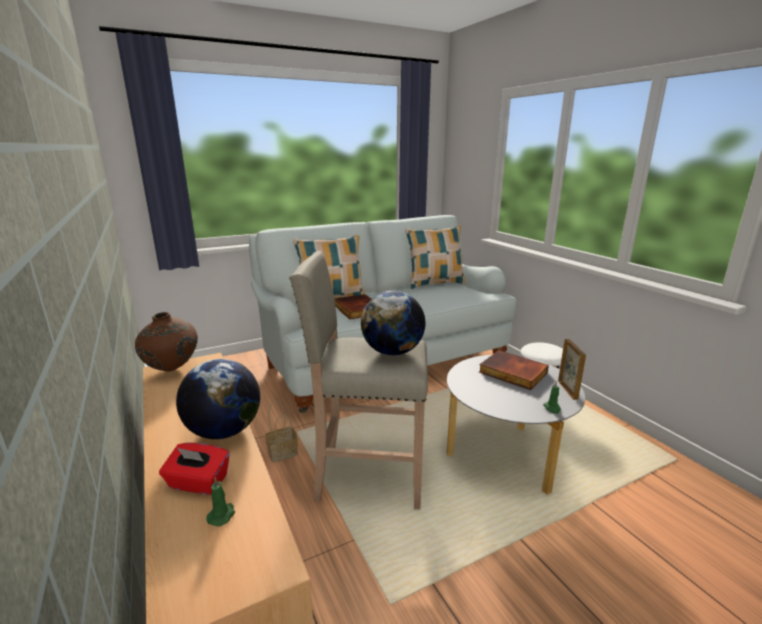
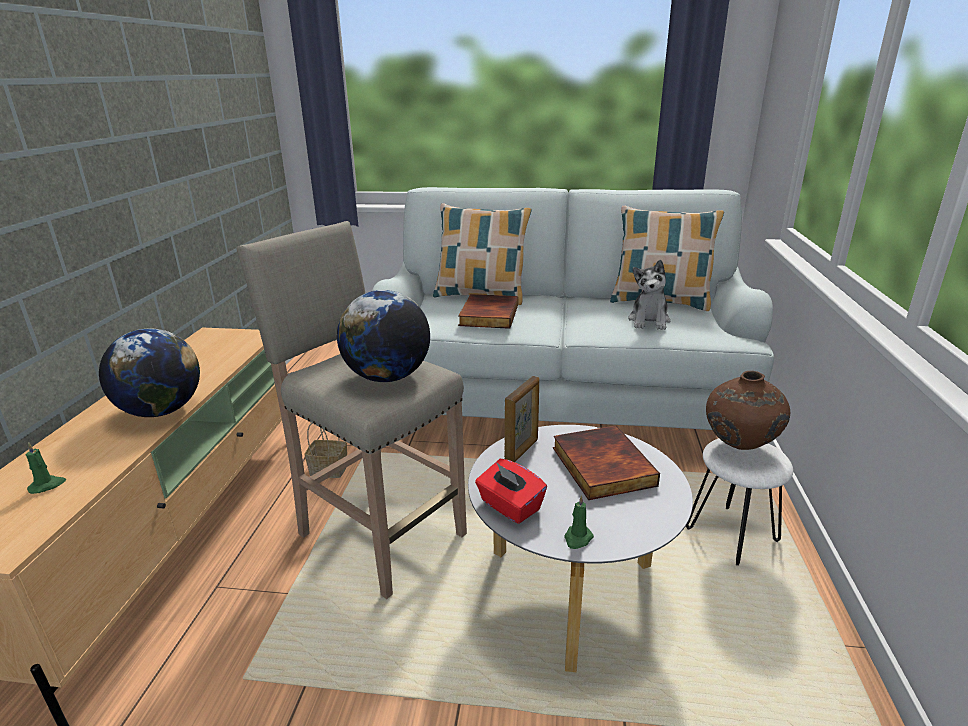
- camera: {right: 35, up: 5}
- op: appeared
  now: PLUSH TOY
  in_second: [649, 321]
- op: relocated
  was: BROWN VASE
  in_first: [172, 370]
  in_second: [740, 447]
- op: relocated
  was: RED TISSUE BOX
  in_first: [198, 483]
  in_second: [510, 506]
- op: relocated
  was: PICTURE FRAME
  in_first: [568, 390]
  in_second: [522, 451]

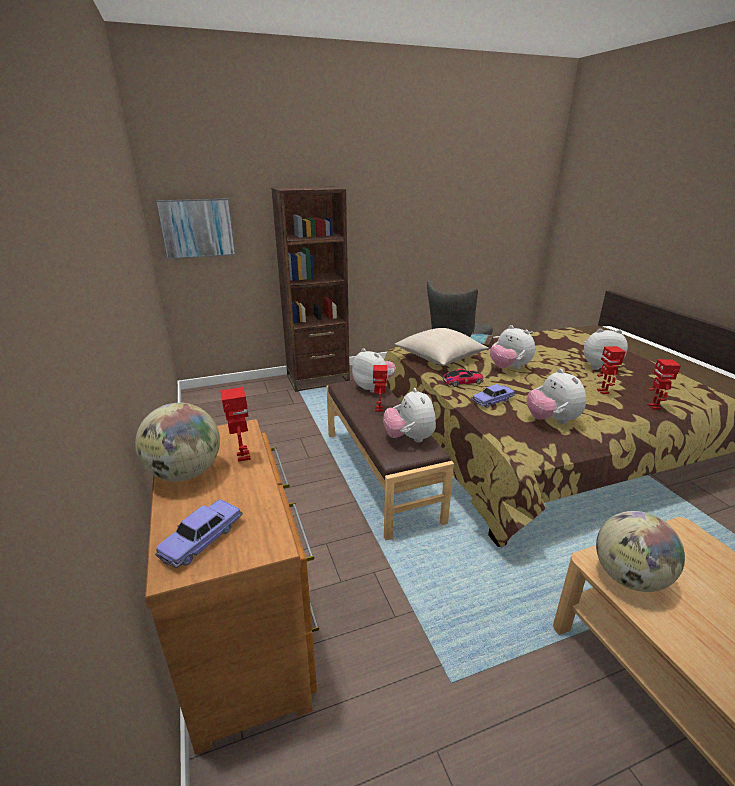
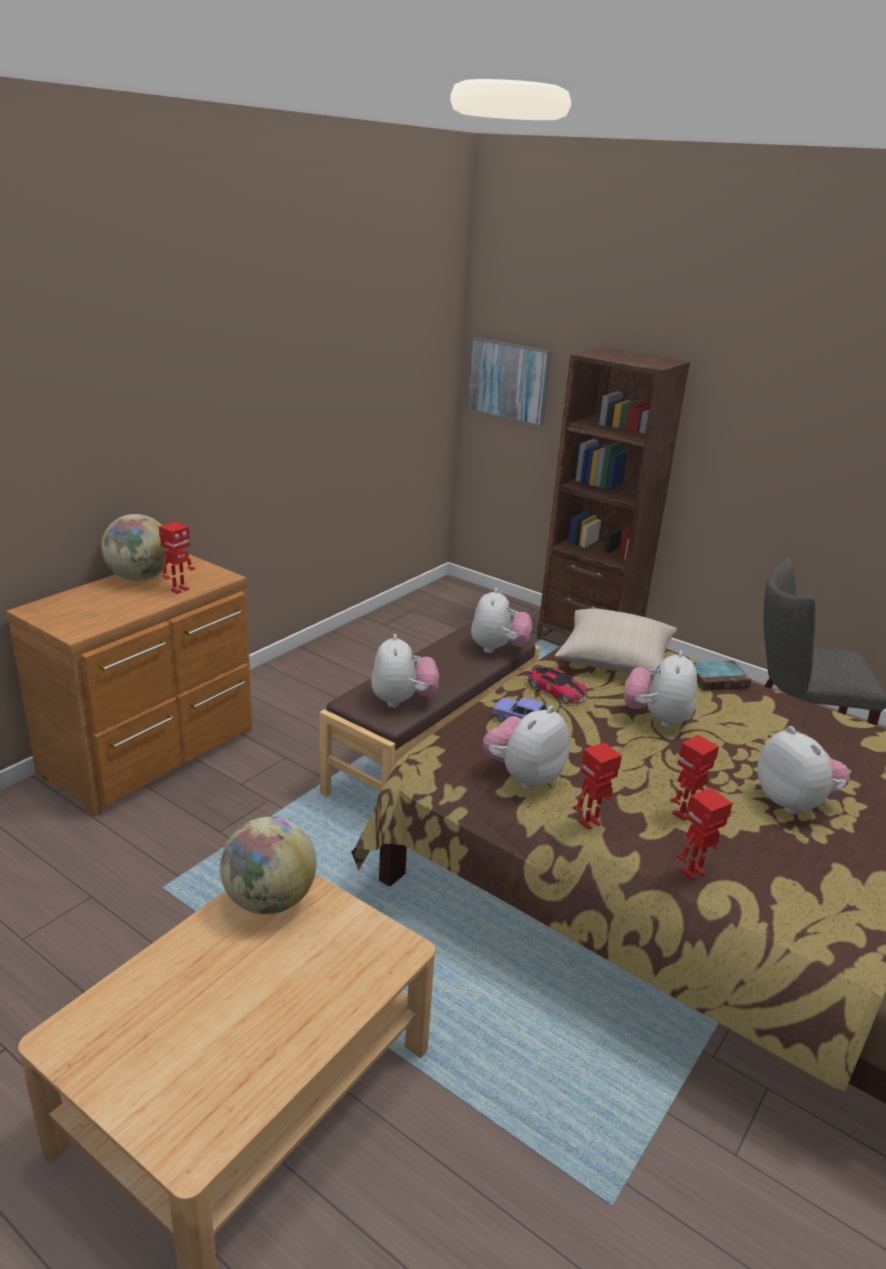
- camera: {right: 55, up: 0}
- op: missing
  was: TOY CAR
  in_first: [202, 539]
- op: relocated
  was: TOY ROBOT
  in_first: [379, 409]
  in_second: [590, 823]
- op: spun
  was: PLUSH TOY
  in_first: [409, 438]
  in_second: [402, 701]
  clockwise: 135

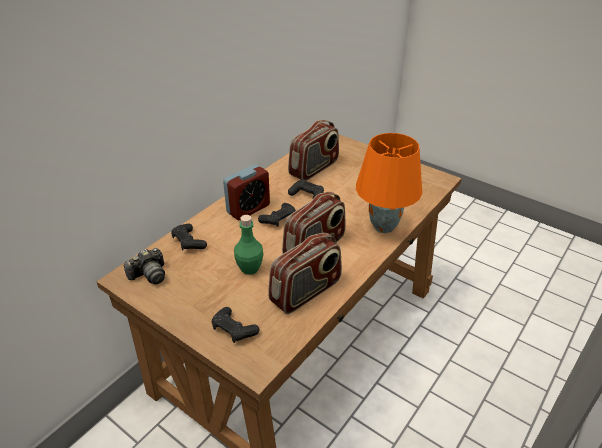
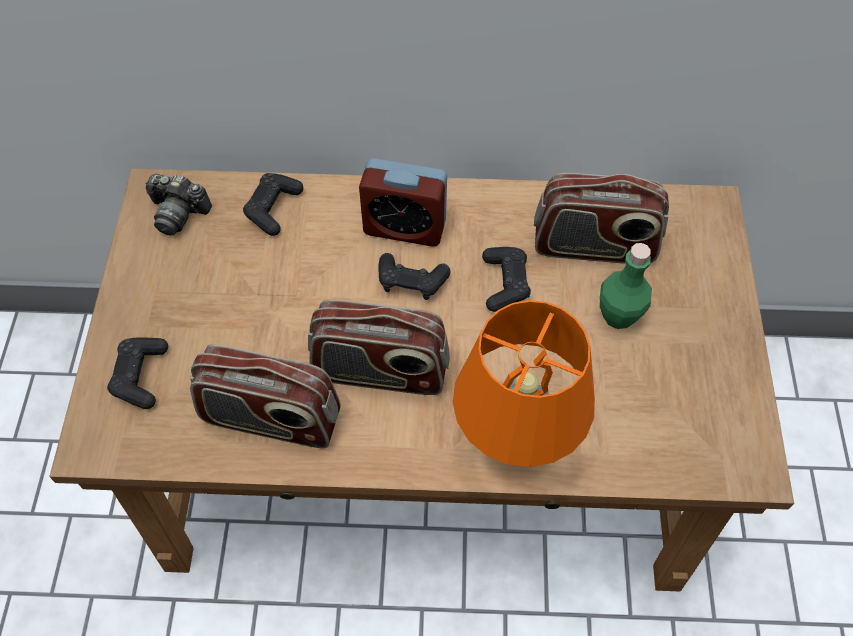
- camera: {right: 55, up: 20}
- op: relocated
  was: GREEN BOTTLE
  in_first: [250, 268]
  in_second: [618, 316]

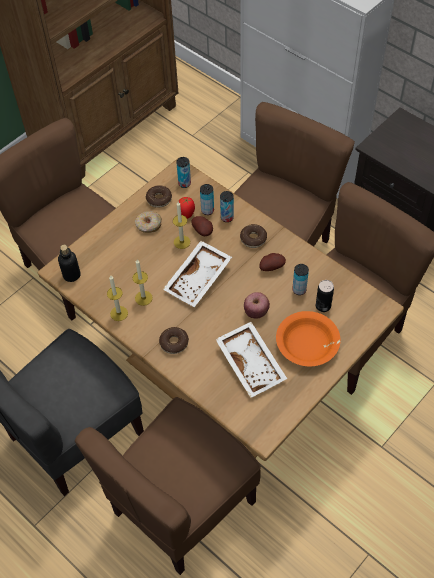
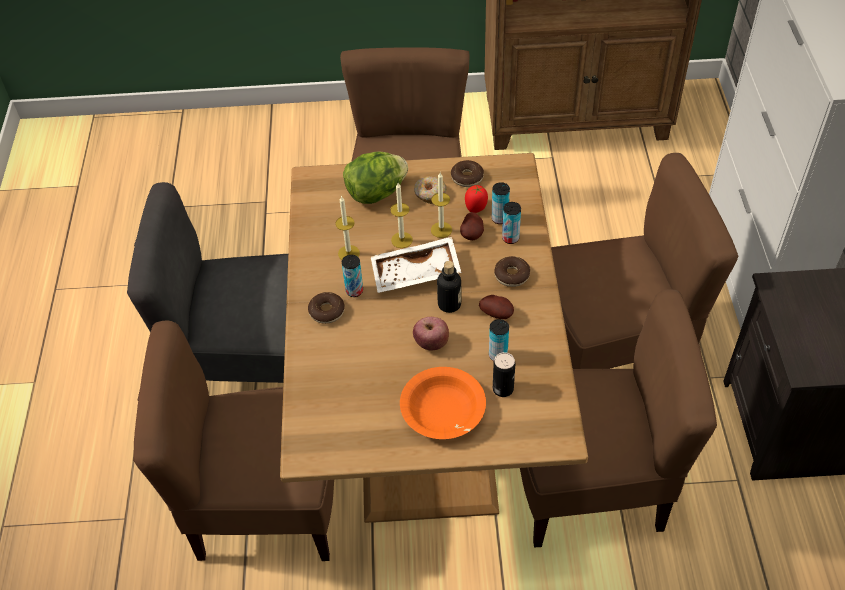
- camera: {right: 45, up: -5}
- op: missing
  was: WHITE TRAY
  in_first: [252, 363]
- op: appeared
  now: LETTUCE
  in_second: [376, 193]
- op: relocated
  was: BOTTLE
  in_first: [71, 275]
  in_second: [449, 304]
- op: relocated
  was: CANDLE
  in_first: [119, 313]
  in_second: [402, 240]
- op: relocated
  was: CAN
  in_first: [184, 183]
  in_second: [354, 291]

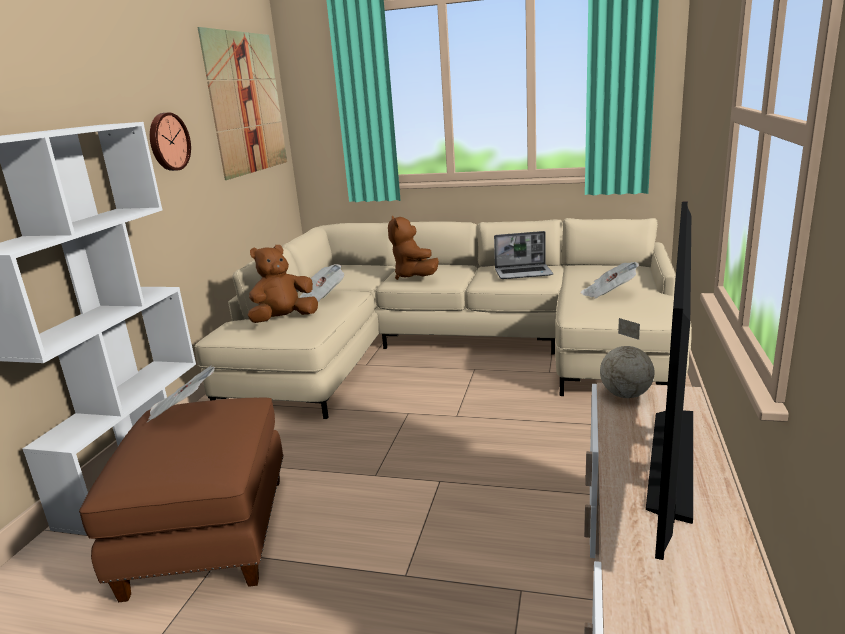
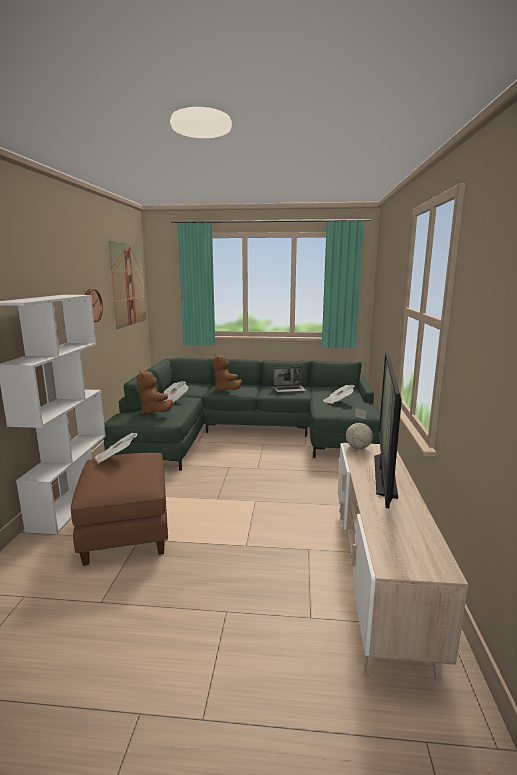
- camera: {right: -10, up: -5}
- op: colour
  was: BEIGE SOFA
  now: GREEN SOFA
  in_first: [451, 347]
  in_second: [246, 432]
- op: spun
  was: BROWN PLUSH TOY
  in_first: [284, 319]
  in_second: [154, 412]
  clockwise: -75

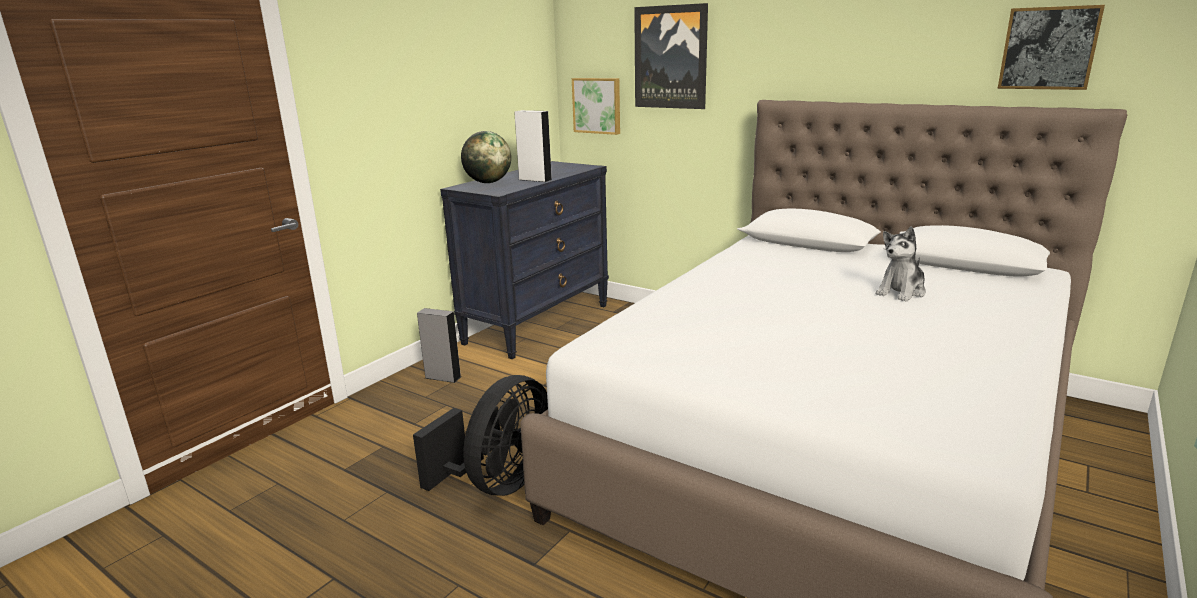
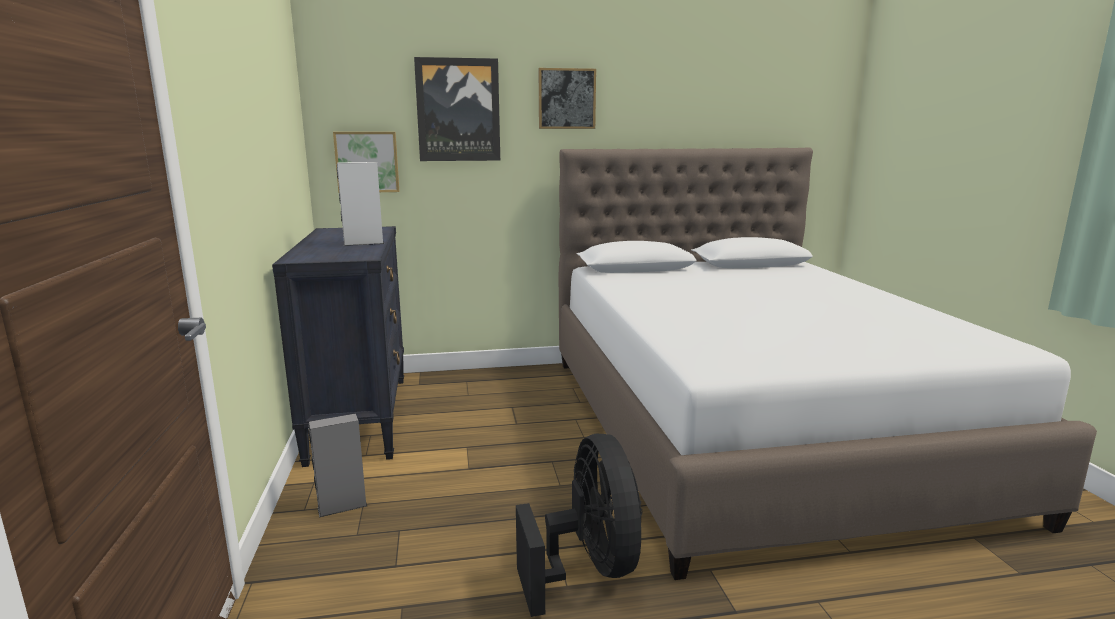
- camera: {right: -45, up: -5}
- op: missing
  was: GLOBE
  in_first: [488, 182]
- op: missing
  was: PLUSH TOY
  in_first: [901, 292]
- op: relocated
  was: PICTURE
  in_first: [1048, 48]
  in_second: [566, 98]

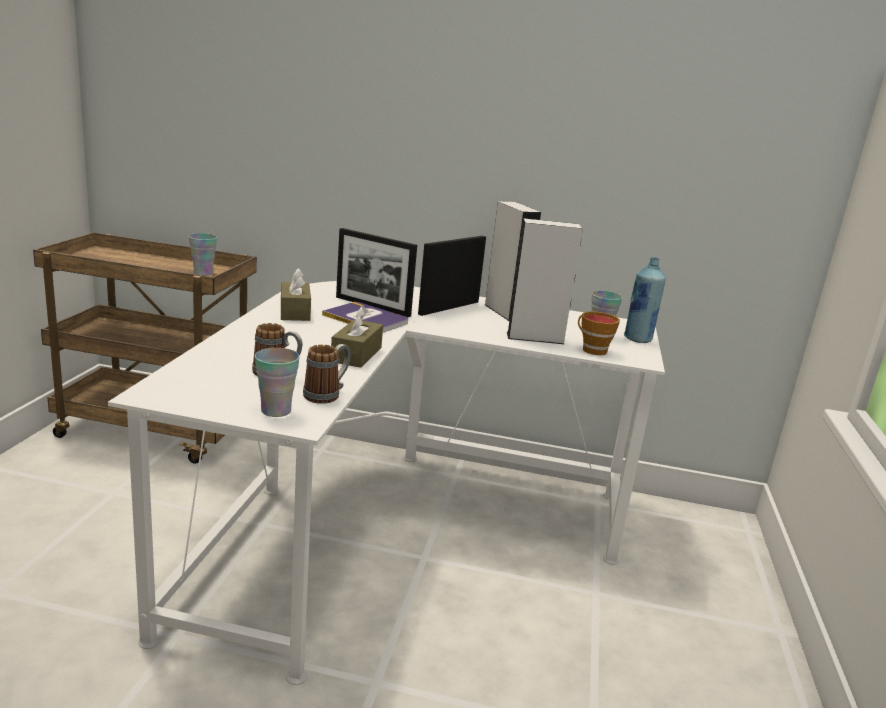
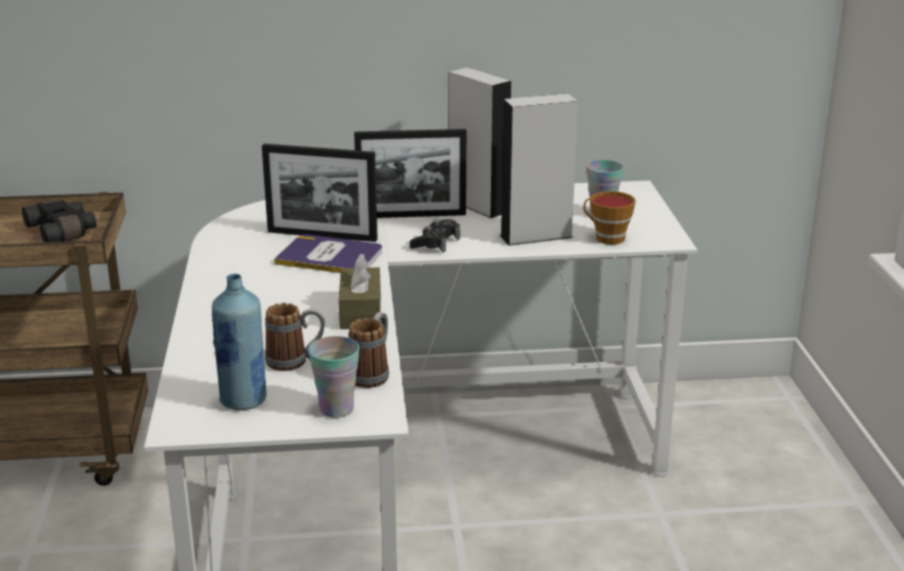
- camera: {right: -15, up: 5}
- op: missing
  was: BROWN TISSUE BOX
  in_first: [295, 312]
- op: appeared
  now: BLACK GAME CONTROLLER
  in_second: [435, 243]
- op: relocated
  was: BLUE BOTTLE
  in_first: [638, 339]
  in_second: [243, 400]
- op: exchanged
  was: CUP
  now: BLACK BINOCULARS
  in_first: [203, 273]
  in_second: [63, 232]
- op: spun
  was: PICTURE FRAME
  in_first: [449, 308]
  in_second: [411, 215]
  clockwise: -120

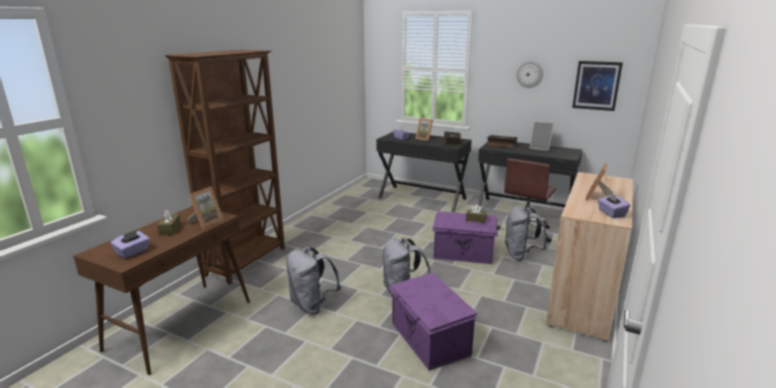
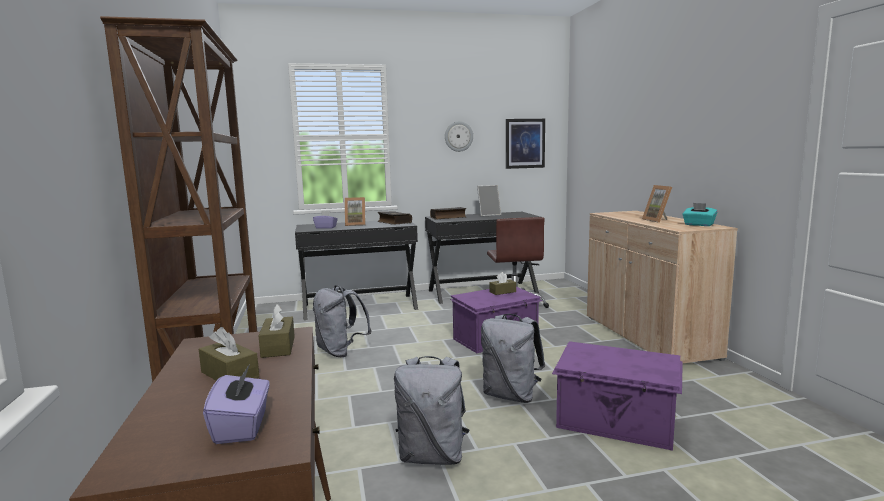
- camera: {right: -40, up: -10}
- op: relocated
  was: GREY BACKPACK
  in_first: [521, 255]
  in_second: [340, 352]
- op: exchanged
  was: PICTURE FRAME
  now: BROWN TISSUE BOX
  in_first: [206, 222]
  in_second: [278, 347]
- op: colour
  was: PURPLE TISSUE BOX
  now: TURQUOISE TISSUE BOX
  in_first: [611, 213]
  in_second: [698, 225]

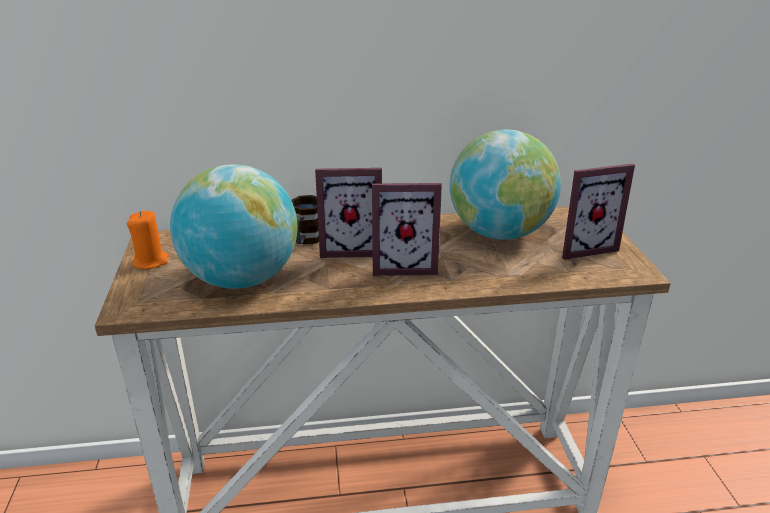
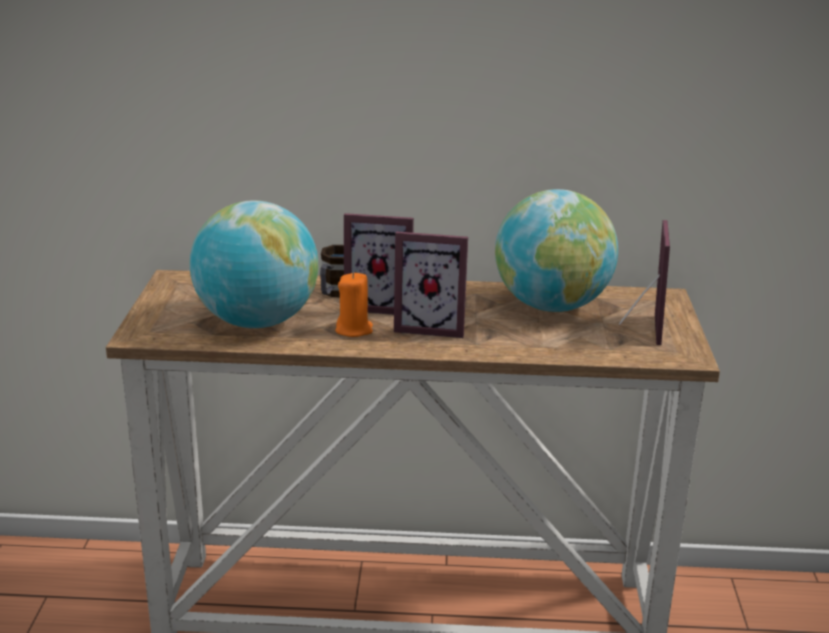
- camera: {right: 10, up: -5}
- op: relocated
  was: ORANGE CANDLE
  in_first: [151, 261]
  in_second: [354, 330]
- op: spun
  was: PICTURE FRAME
  in_first: [582, 246]
  in_second: [639, 327]
  clockwise: -75

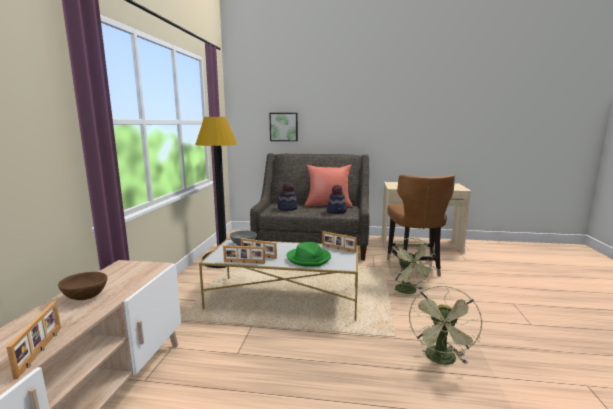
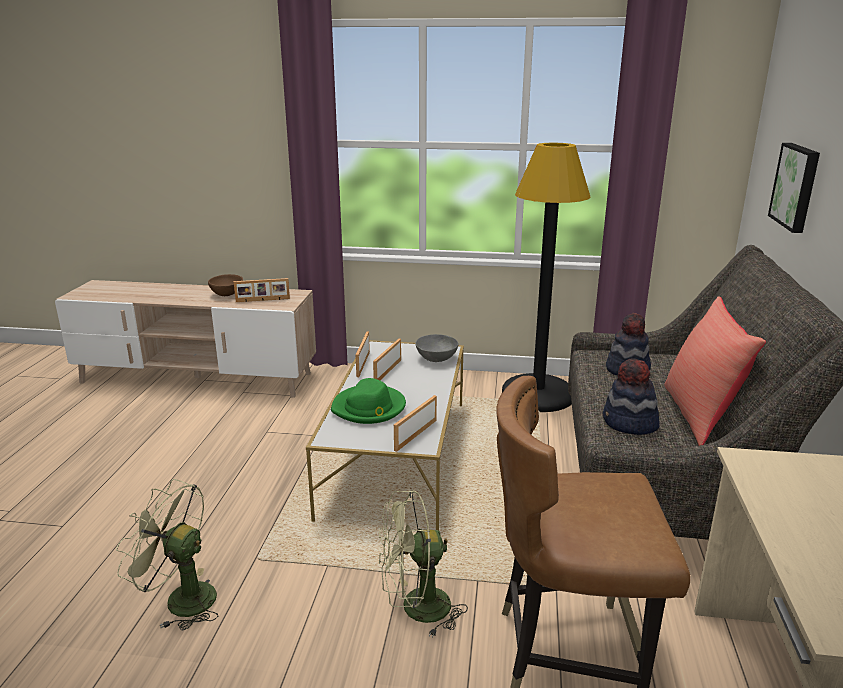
- camera: {right: 90, up: 10}
- op: relocated
  was: PICTURE FRAME
  in_first: [41, 350]
  in_second: [263, 300]

